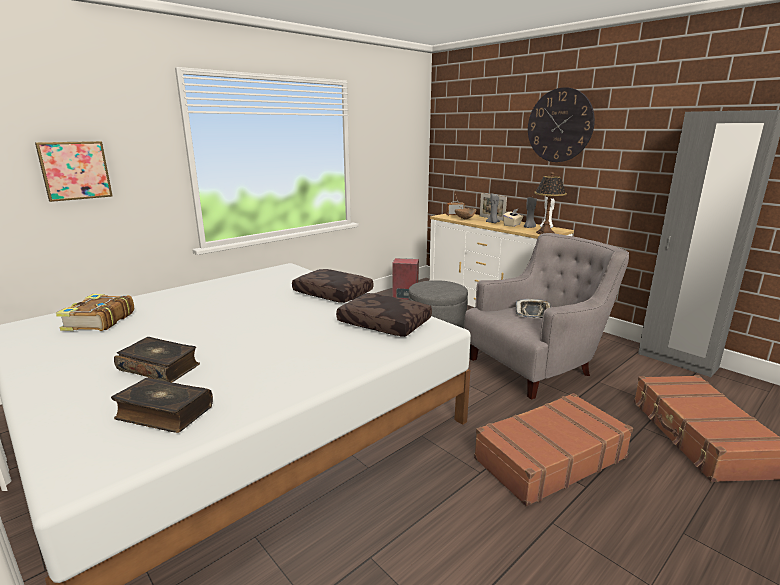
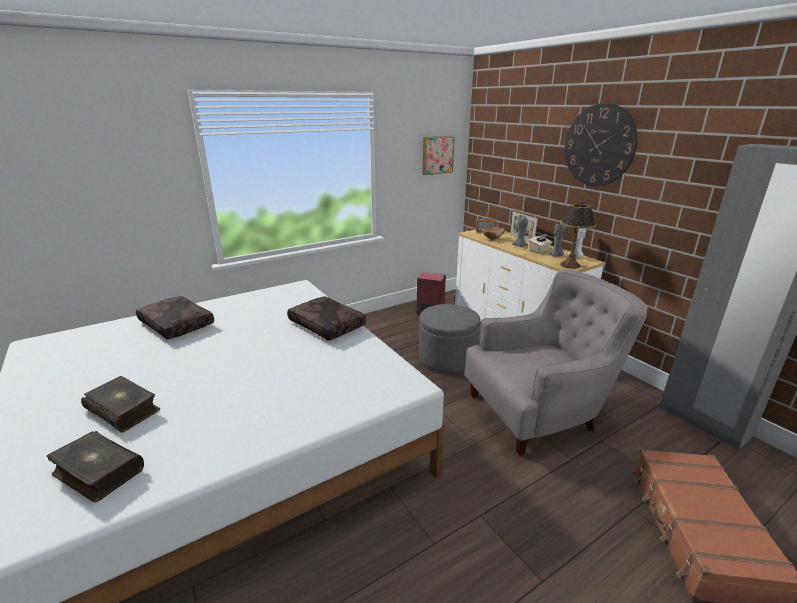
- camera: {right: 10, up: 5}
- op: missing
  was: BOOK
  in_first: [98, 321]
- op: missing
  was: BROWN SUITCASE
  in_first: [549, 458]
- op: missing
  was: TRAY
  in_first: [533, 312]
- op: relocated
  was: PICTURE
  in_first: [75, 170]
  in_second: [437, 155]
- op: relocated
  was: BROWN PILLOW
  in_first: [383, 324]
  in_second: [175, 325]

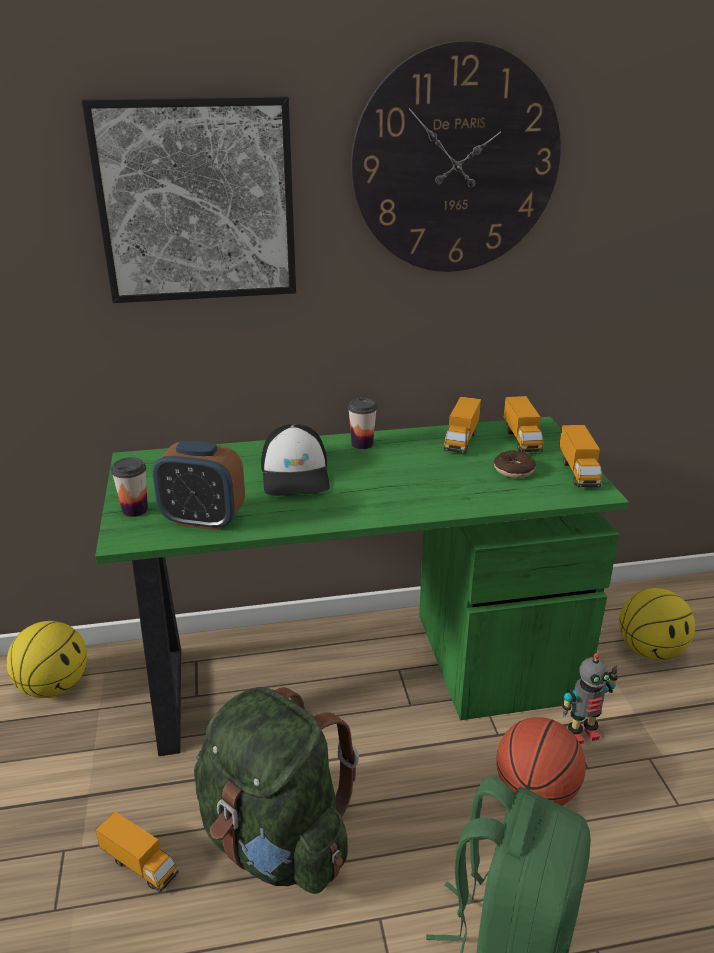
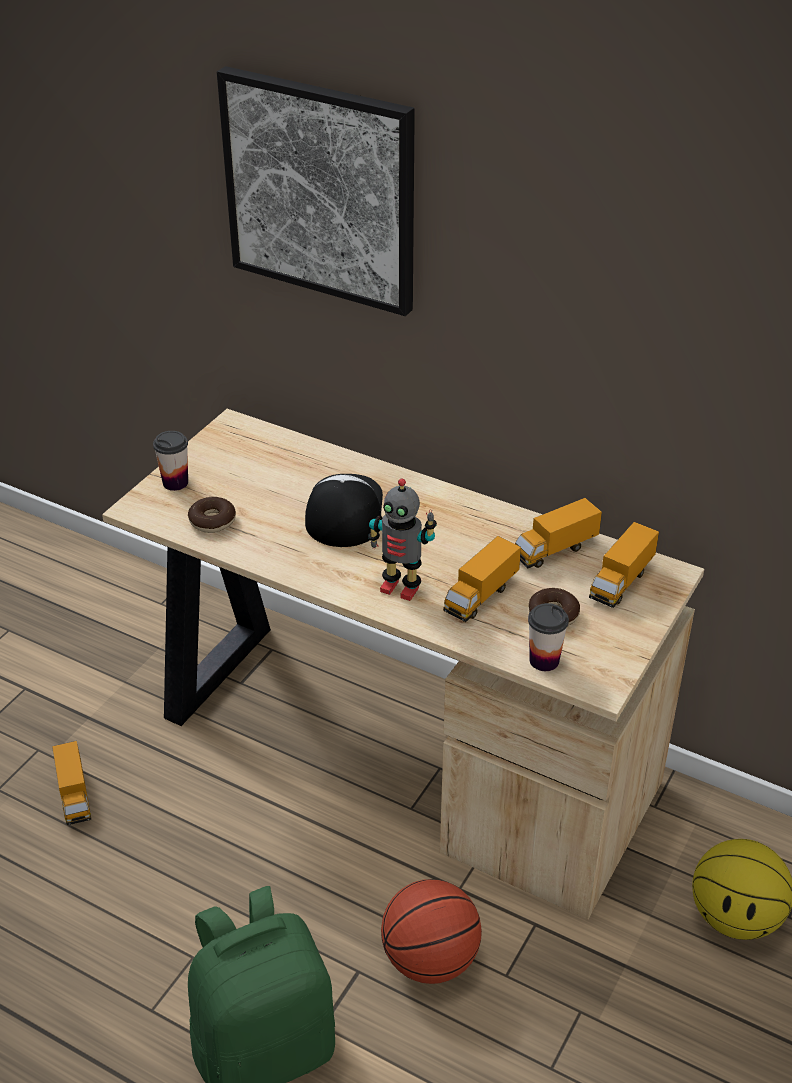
- camera: {right: 40, up: 10}
- op: missing
  was: BASKETBALL
  in_first: [55, 686]
- op: missing
  was: GREEN BACKPACK
  in_first: [276, 841]
- op: missing
  was: WALL CLOCK
  in_first: [456, 162]
- op: relocated
  was: CUP
  in_first: [362, 444]
  in_second: [544, 660]
- op: relocated
  was: TOY TRUCK
  in_first: [578, 472]
  in_second: [481, 596]
- op: relocated
  was: TOY ROBOT
  in_first: [582, 733]
  in_second: [400, 587]
- op: exchanged
  was: ALARM CLOCK
  now: DONUT
  in_first: [203, 520]
  in_second: [212, 521]
- op: colour
  was: GREEN DESK
  now: BEIGE DESK
  in_first: [356, 673]
  in_second: [396, 746]
- op: spun
  was: CAP
  in_first: [296, 475]
  in_second: [343, 511]
  clockwise: 150

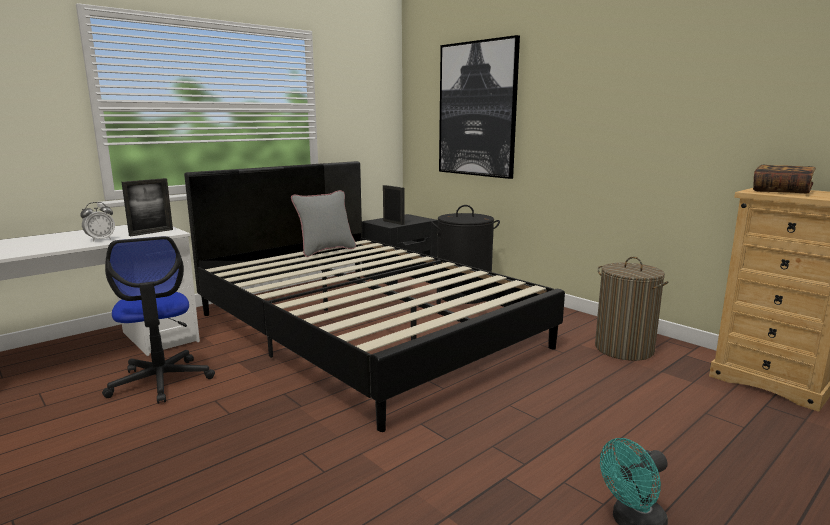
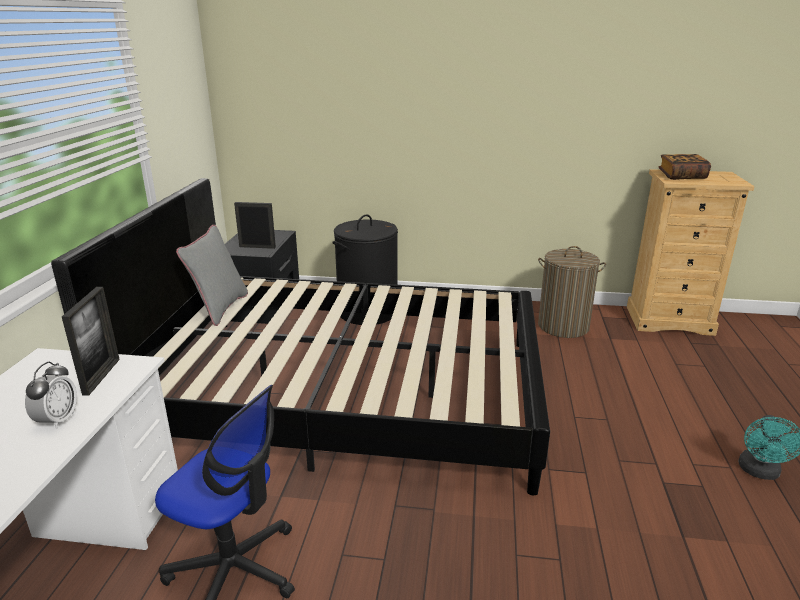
- camera: {right: -40, up: 10}
- op: missing
  was: PICTURE
  in_first: [477, 109]

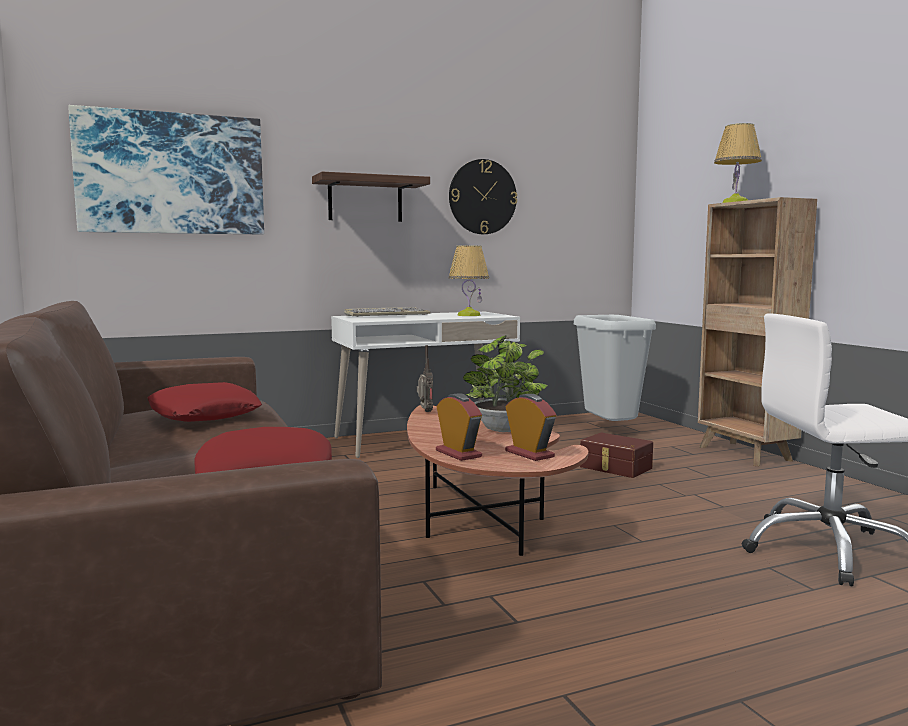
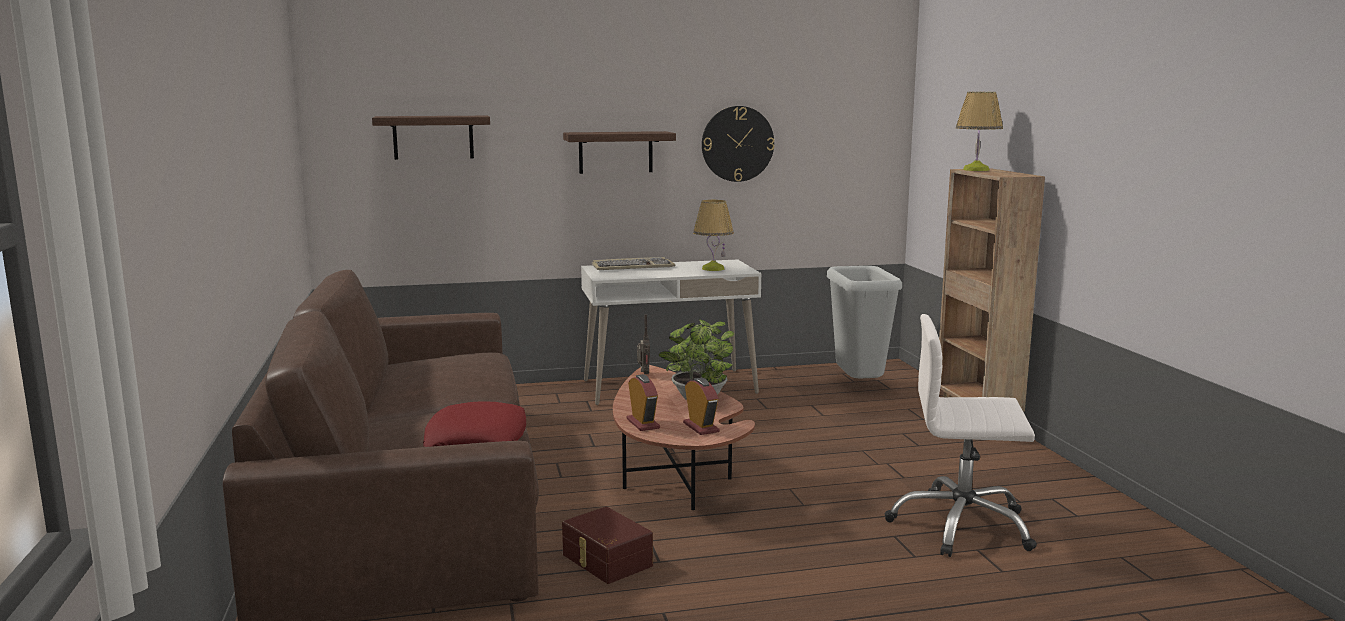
- camera: {right: 10, up: 5}
- op: missing
  was: RED PILLOW
  in_first: [203, 414]
- op: relocated
  was: BROWN STORAGE BOX
  in_first: [615, 468]
  in_second: [605, 561]
- op: exchanged
  was: PICTURE
  now: SHELF
  in_first: [171, 174]
  in_second: [433, 137]

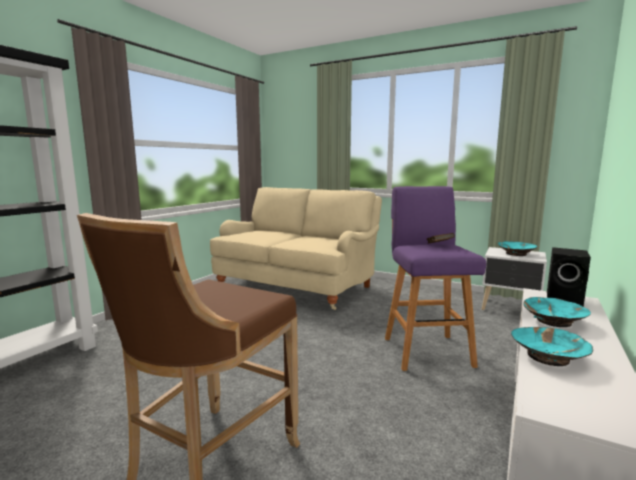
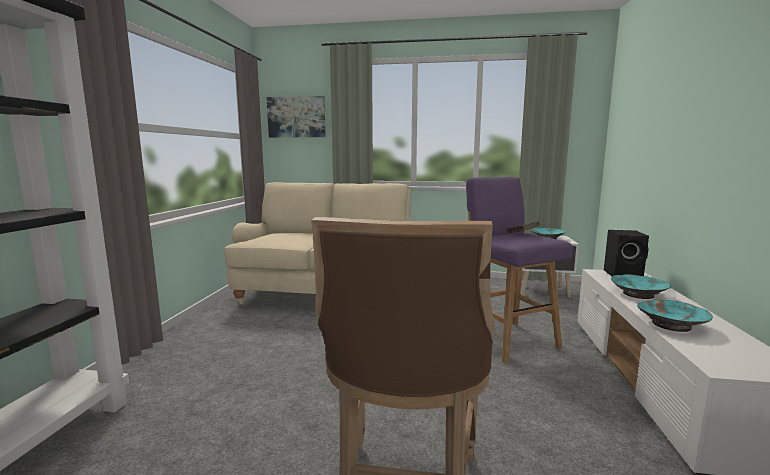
- camera: {right: -20, up: 0}
- op: appeared
  now: PICTURE
  in_second: [296, 117]

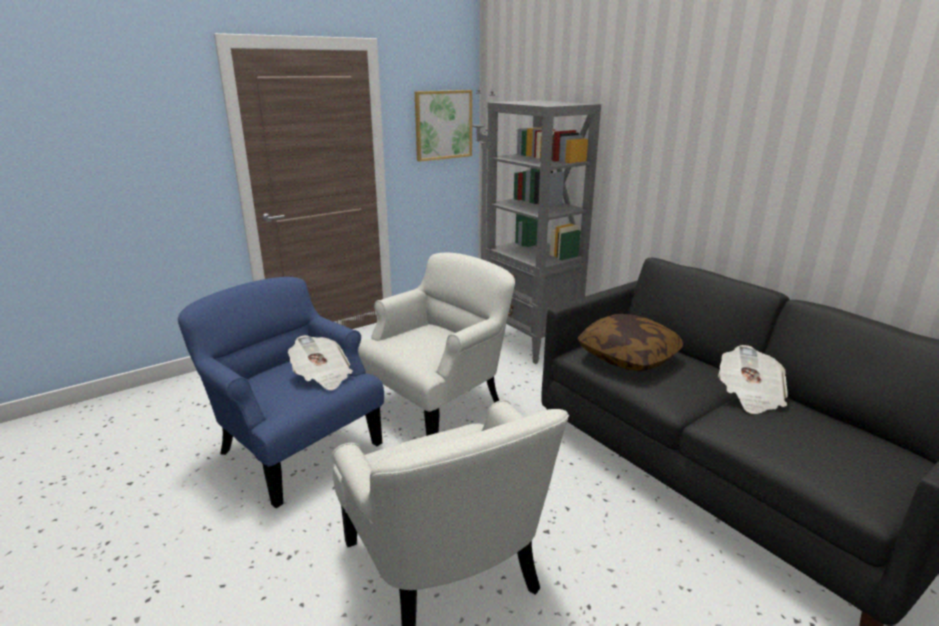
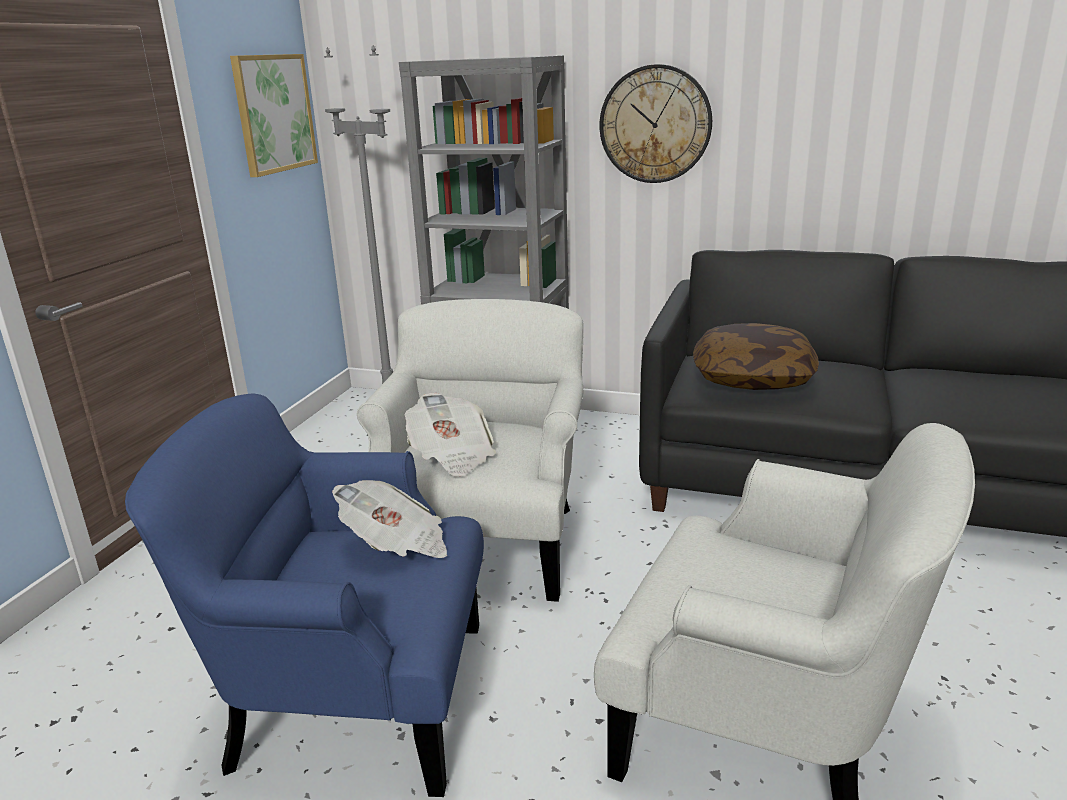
- camera: {right: -35, up: 0}
- op: appeared
  now: WALL CLOCK
  in_second: [655, 124]
- op: relocated
  was: NEWSPAPER
  in_first: [749, 396]
  in_second: [452, 456]

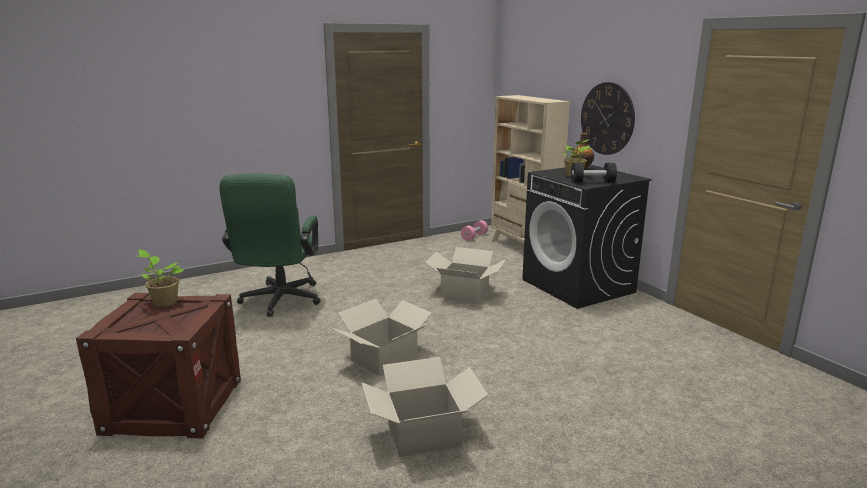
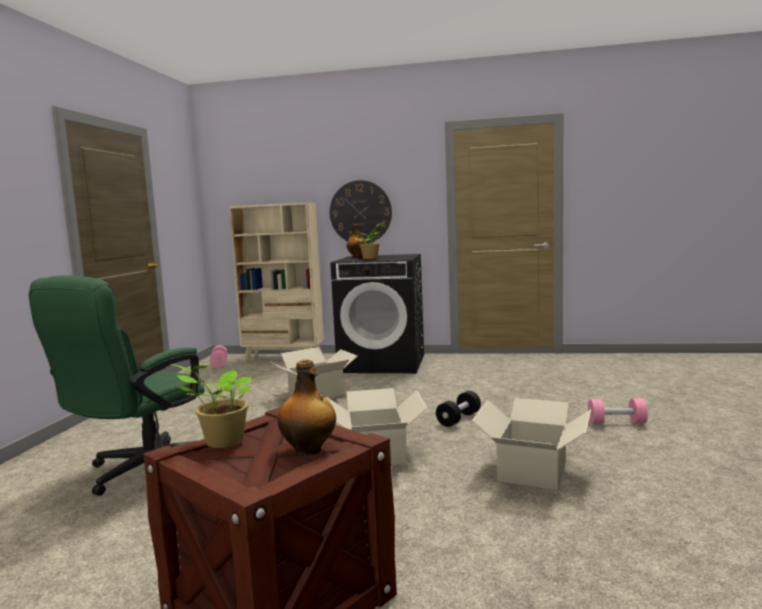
- camera: {right: -50, up: -10}
- op: appeared
  now: BOTTLE
  in_second: [309, 450]
- op: appeared
  now: PINK DUMBBELL
  in_second: [616, 423]
- op: relocated
  was: BLACK DUMBBELL
  in_first: [592, 182]
  in_second: [459, 419]
- op: spun
  was: GREEN OFFICE CHAIR
  in_first: [279, 302]
  in_second: [141, 472]
  clockwise: 75

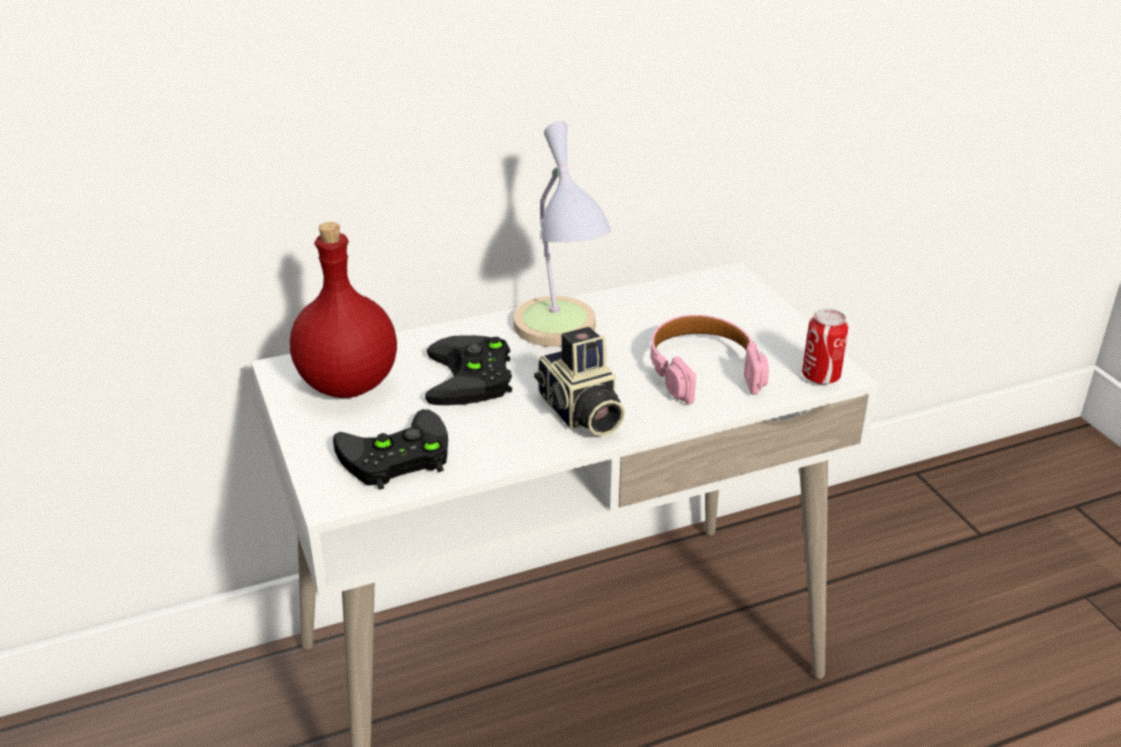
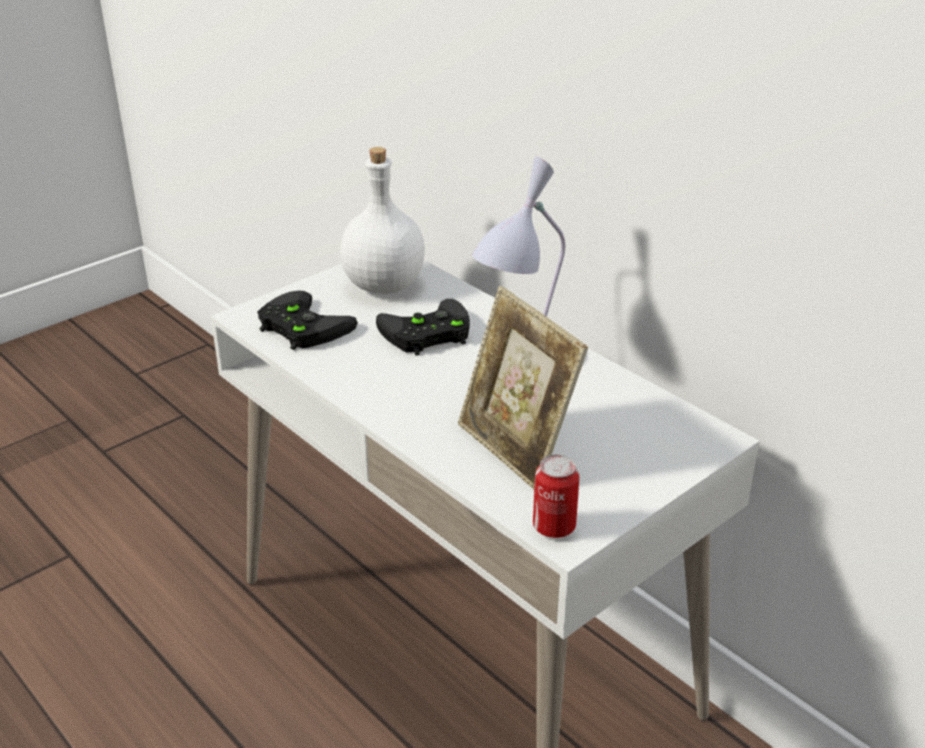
- camera: {right: 70, up: 0}
- op: missing
  was: PHOTO CAMERA
  in_first: [580, 413]
- op: exchanged
  was: PINK HEADPHONES
  now: PICTURE FRAME
  in_first: [703, 369]
  in_second: [516, 448]
- op: colour
  was: RED BOTTLE
  now: WHITE BOTTLE
  in_first: [346, 385]
  in_second: [383, 285]

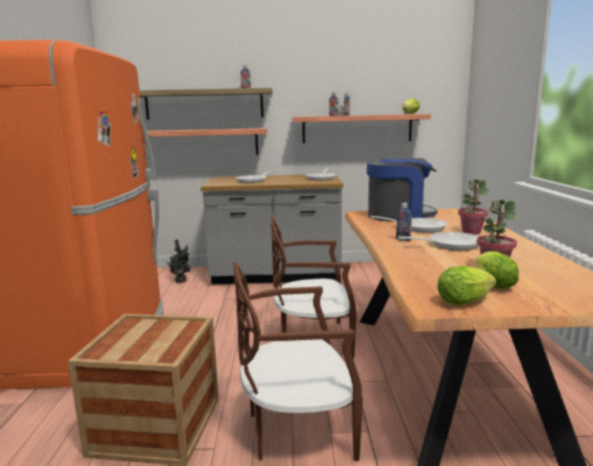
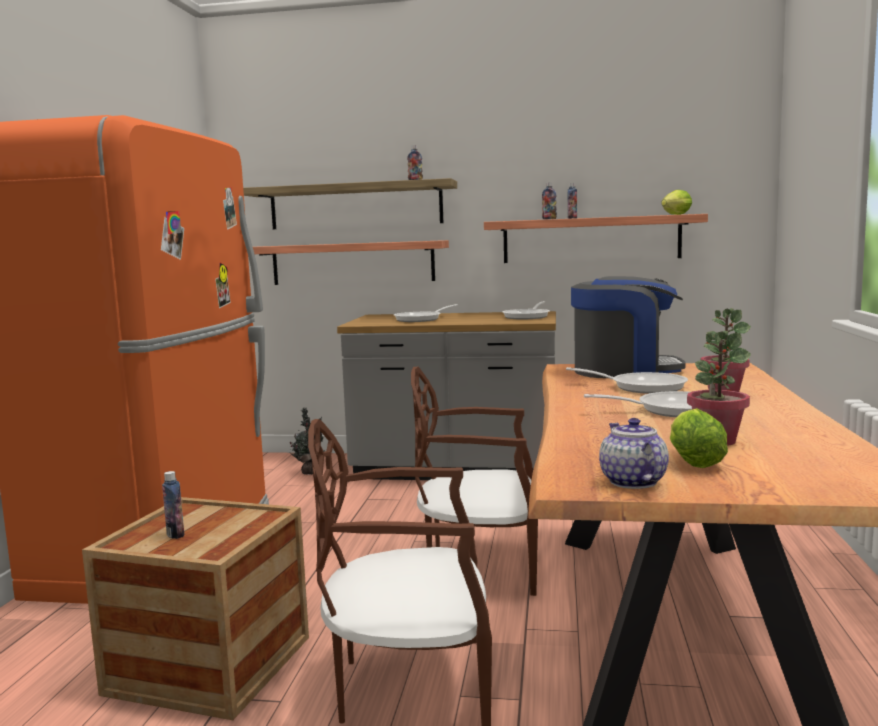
- camera: {right: 10, up: -5}
- op: relocated
  was: BOTTLE
  in_first: [403, 240]
  in_second: [175, 534]
- op: exchanged
  was: LETTUCE
  now: TEAPOT
  in_first: [466, 301]
  in_second: [631, 481]

